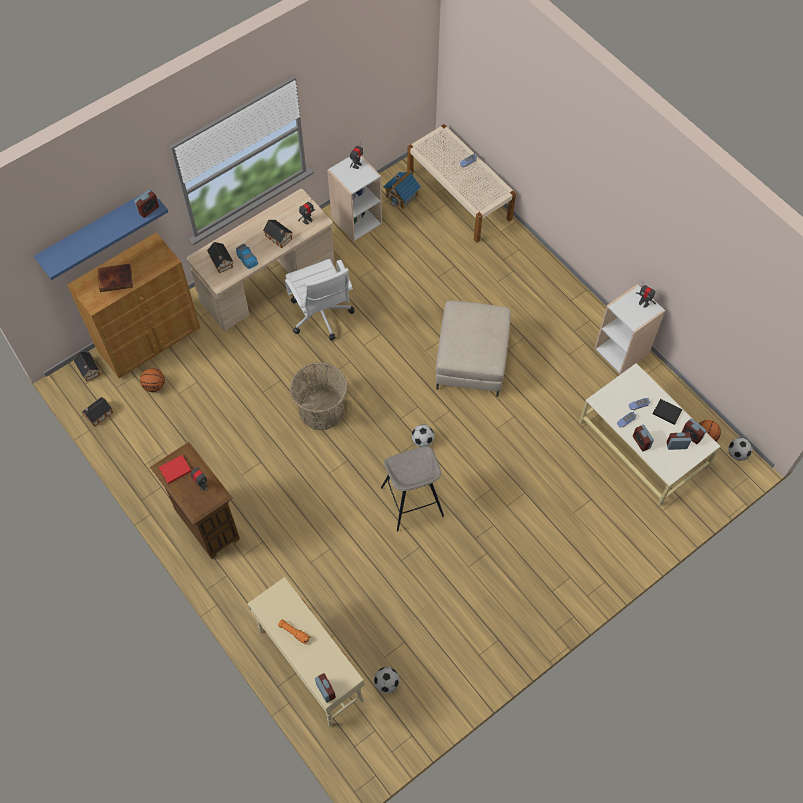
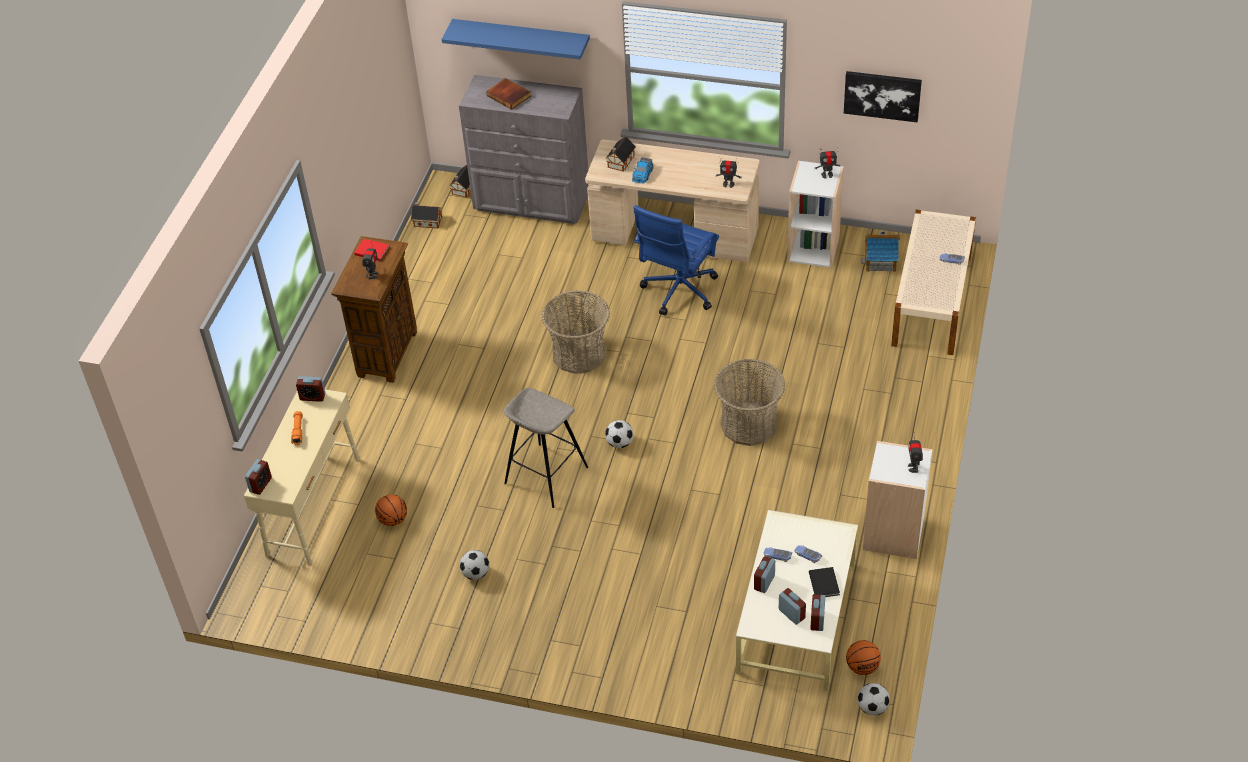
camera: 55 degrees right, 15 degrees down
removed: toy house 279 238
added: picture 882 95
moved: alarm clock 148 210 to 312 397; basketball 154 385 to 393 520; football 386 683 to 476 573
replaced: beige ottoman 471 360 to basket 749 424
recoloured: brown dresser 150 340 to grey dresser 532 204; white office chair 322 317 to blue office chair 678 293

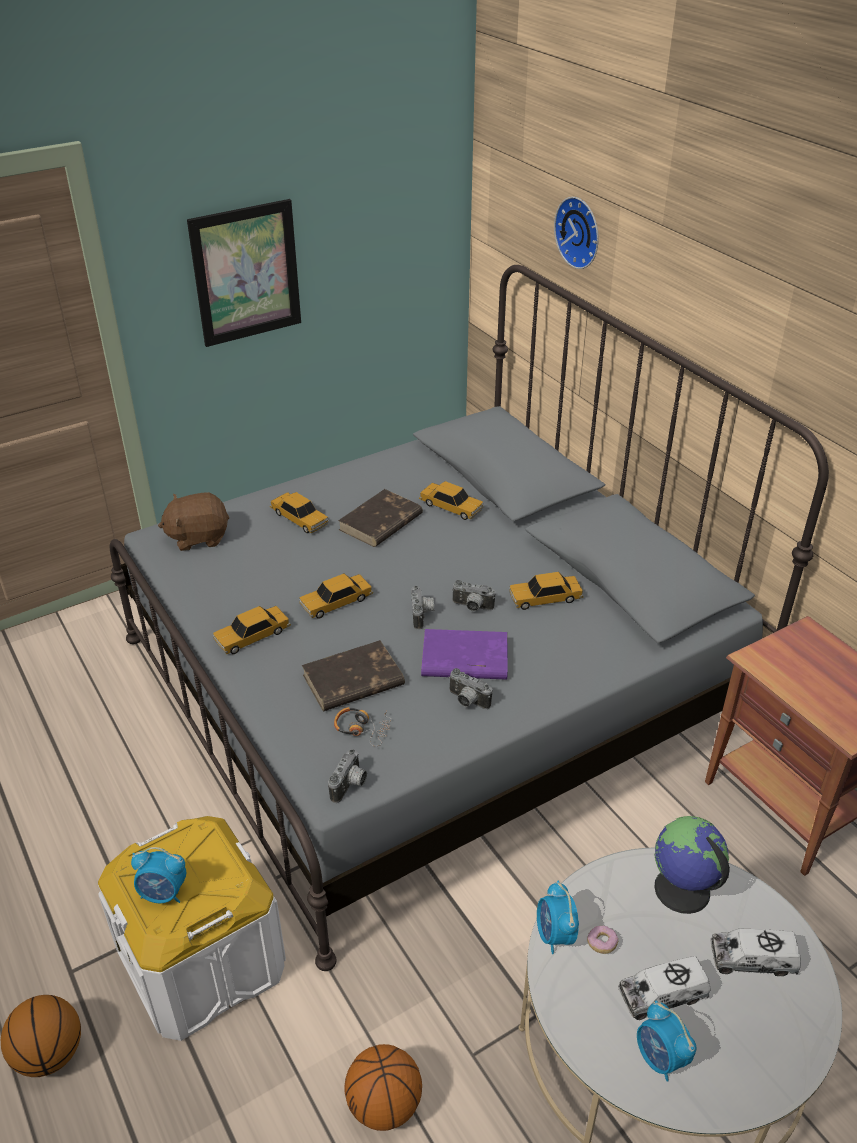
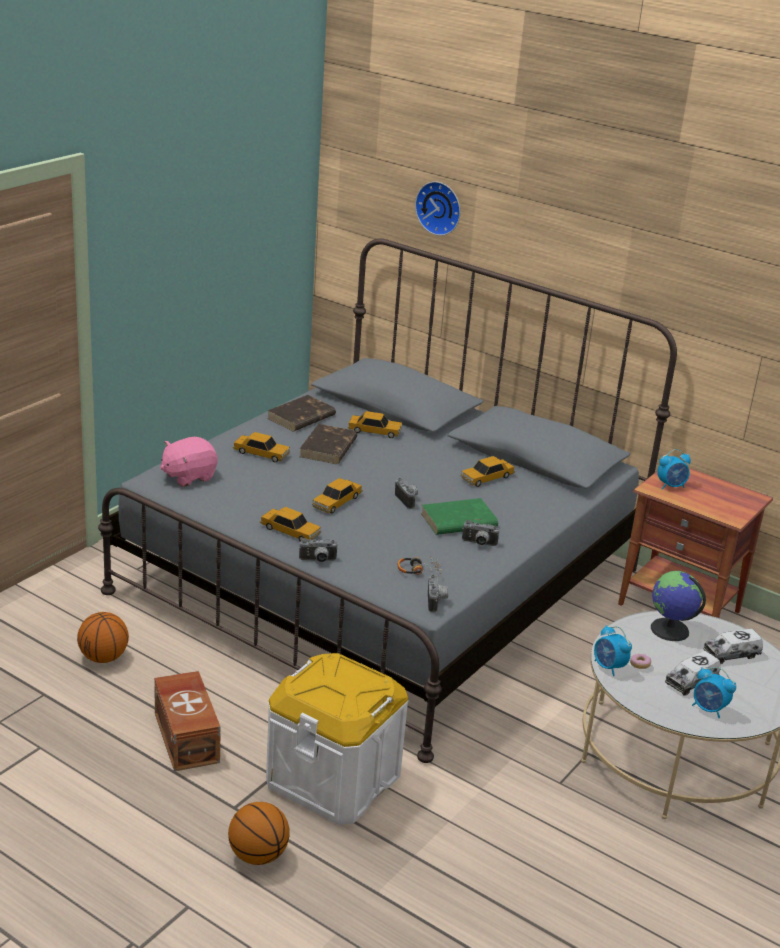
camera: 25 degrees left, 10 degrees down
removed: picture 246 273
added: brown storage box 187 736
moved: basketball 384 1105 to 103 658; brown book 352 681 to 301 417; photo camera 472 607 to 318 561; alarm clock 163 893 to 671 486
recoloured: brown plush toy 198 537 to pink plush toy 188 476; purple book 463 659 to green book 458 521
turned: toy car 252 636 = 290 531 90 degrees counterclockwise

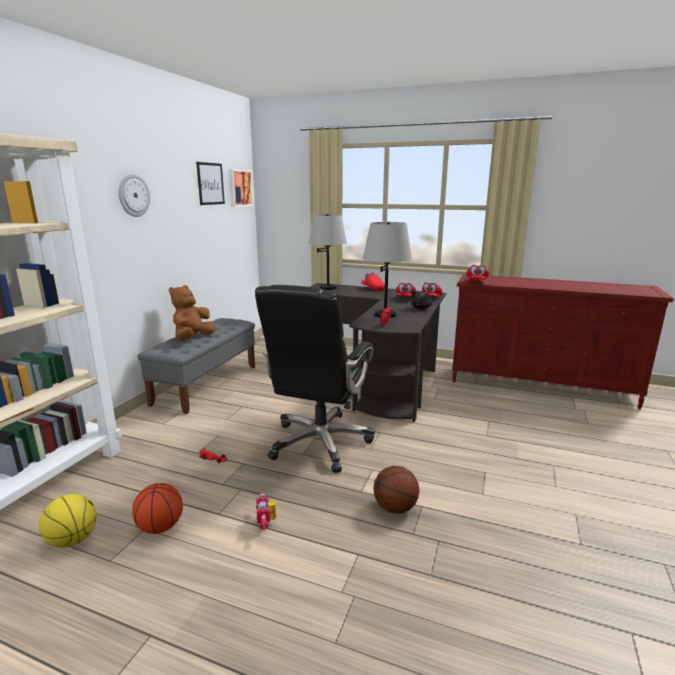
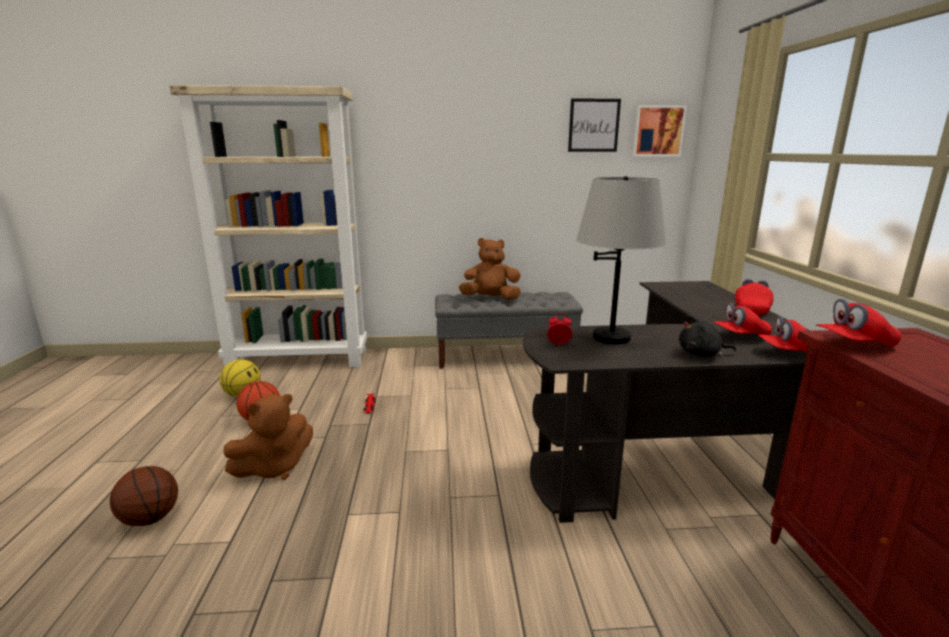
camera: 65 degrees right, 0 degrees up
removed: wall clock 133 195; black office chair 320 442; grey table lamp 328 288
moved: basketball 395 507 to 151 519
replaced: toy robot 267 523 to brown plush toy 274 468

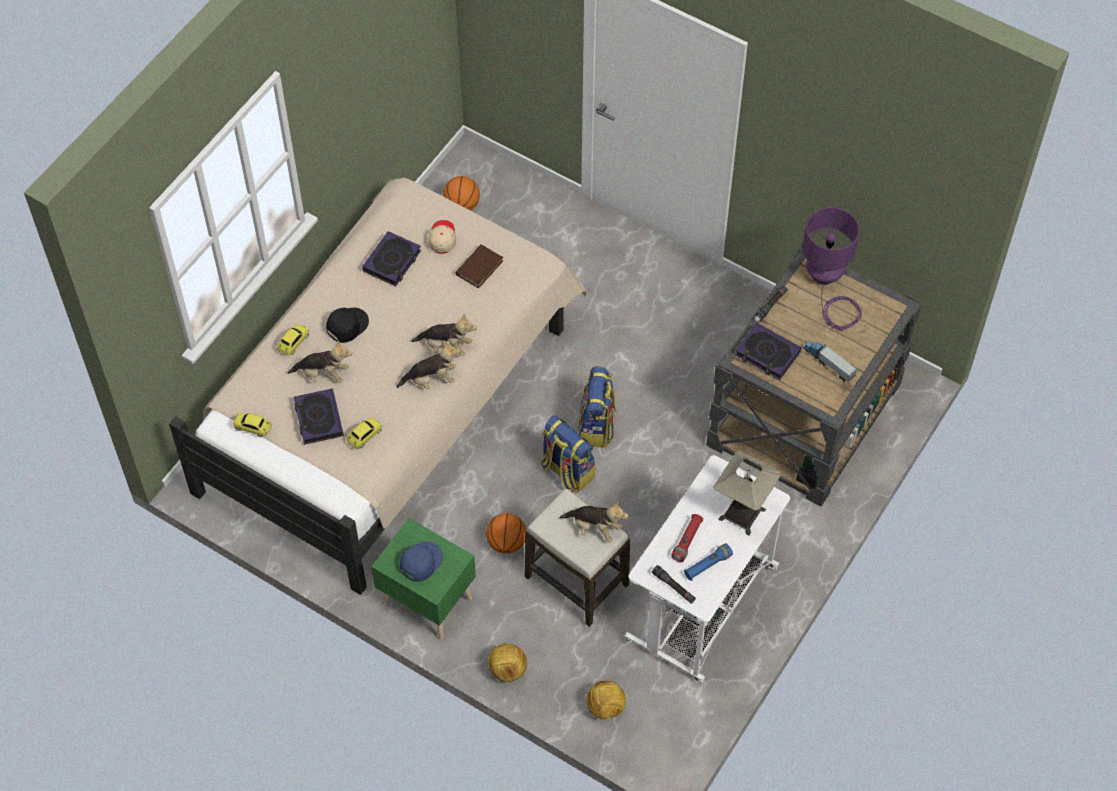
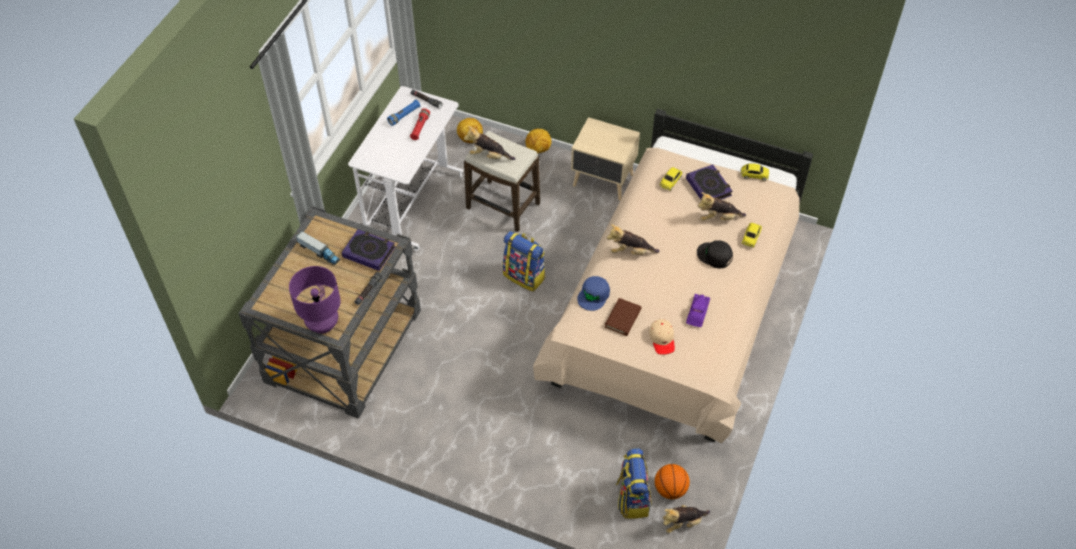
camera: 170 degrees right, 5 degrees down
removed: basketball 506 542; table lamp 742 514
moved: blue cap 421 562 to 593 295; backpack 597 426 to 632 498; plush toy 431 379 to 683 522
replaced: book 392 261 to purple toy car 697 312
recoloured: green nightstand 427 599 to beige nightstand 603 181
turned: black cap 347 325 = 714 256 90 degrees clockwise

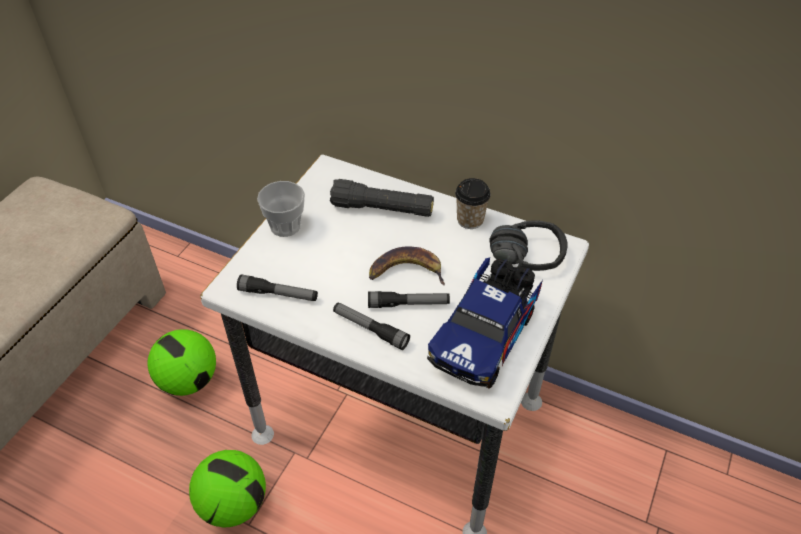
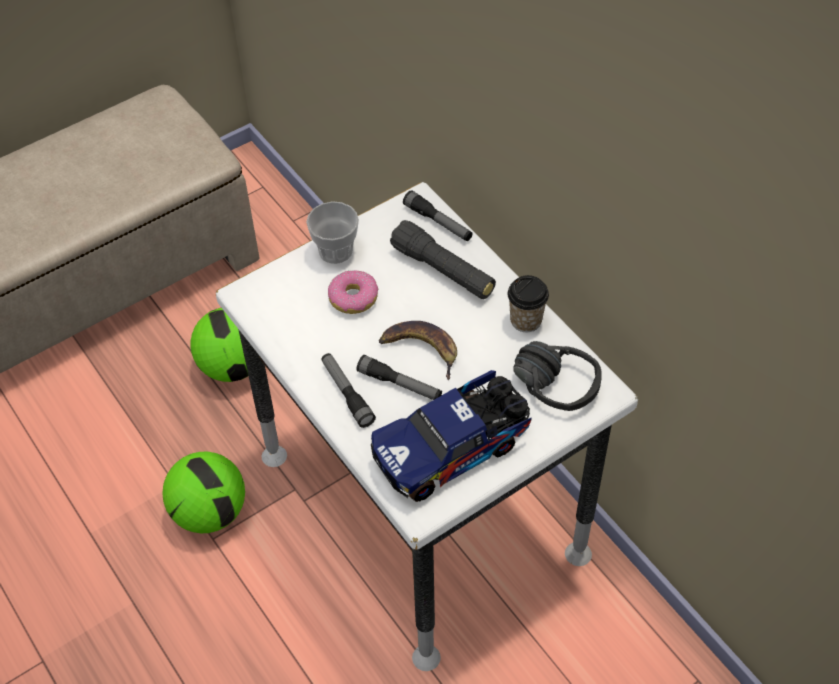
camera: 30 degrees right, 5 degrees up
added: donut 353 298
moved: flashlight 278 294 to 438 222

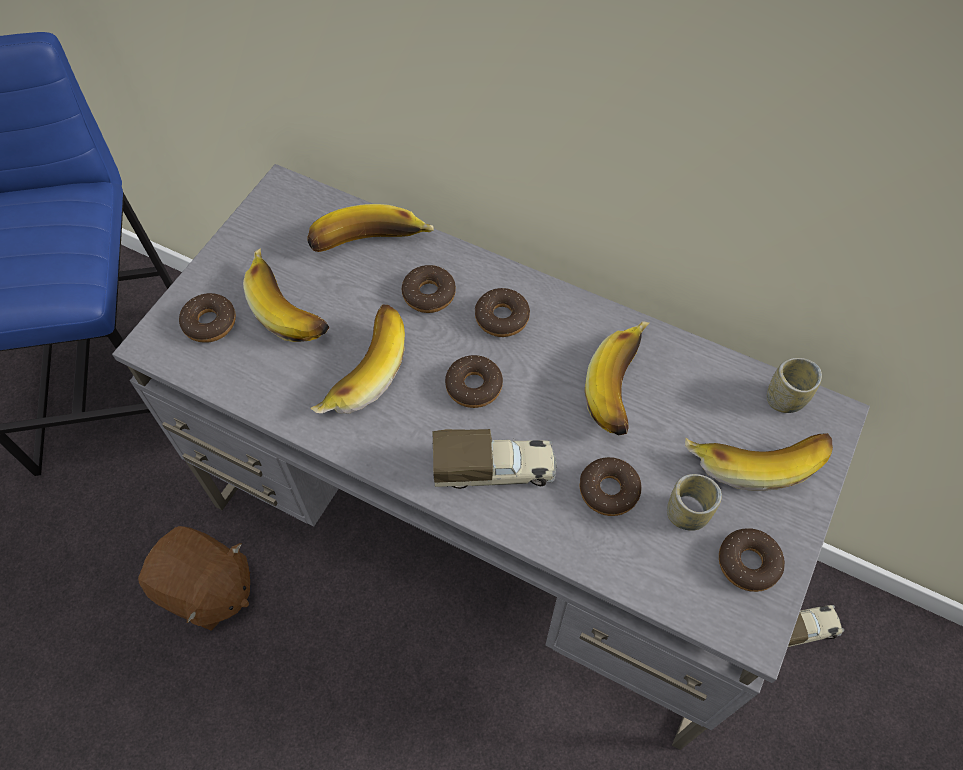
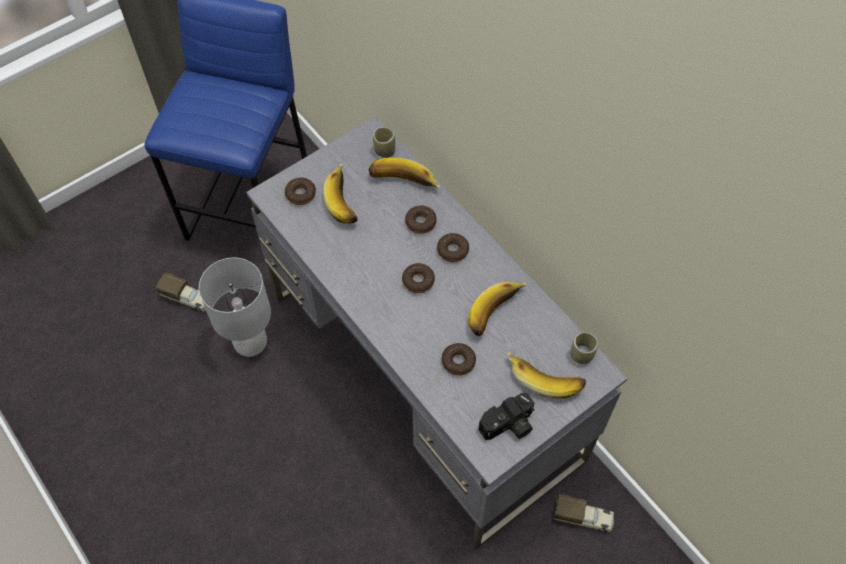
camera: 25 degrees right, 0 degrees up
removed: banana 359 369
moved: toy truck 495 469 to 188 298; cup 687 514 to 384 151
replaced: brown plush toy 206 589 to grey table lamp 251 343; donut 748 563 to photo camera 509 426

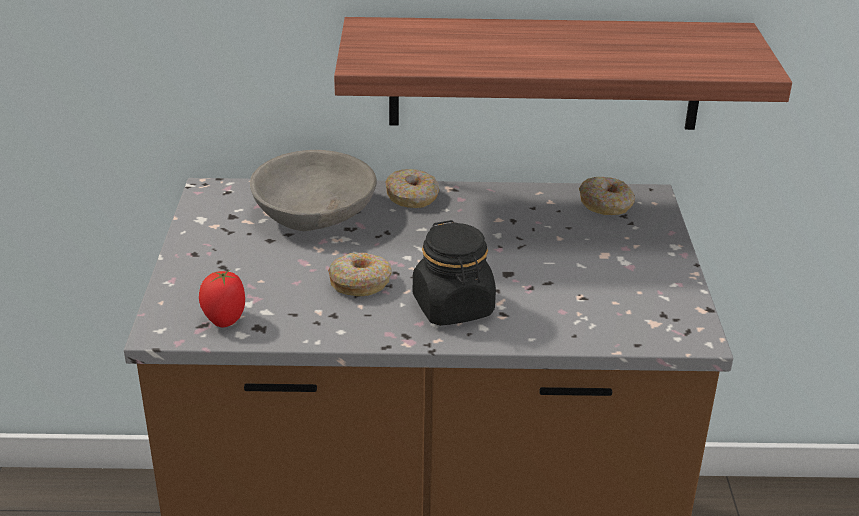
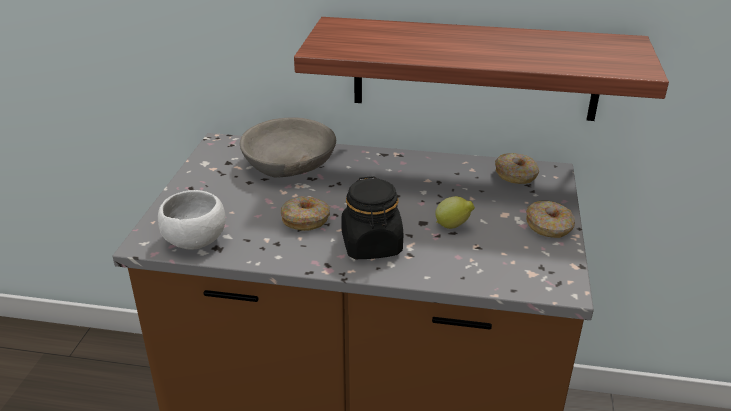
camera: 10 degrees right, 0 degrees up
added: lemon 453 226
moved: donut 412 197 to 549 226
replaced: tomato 224 320 to white bowl 194 239

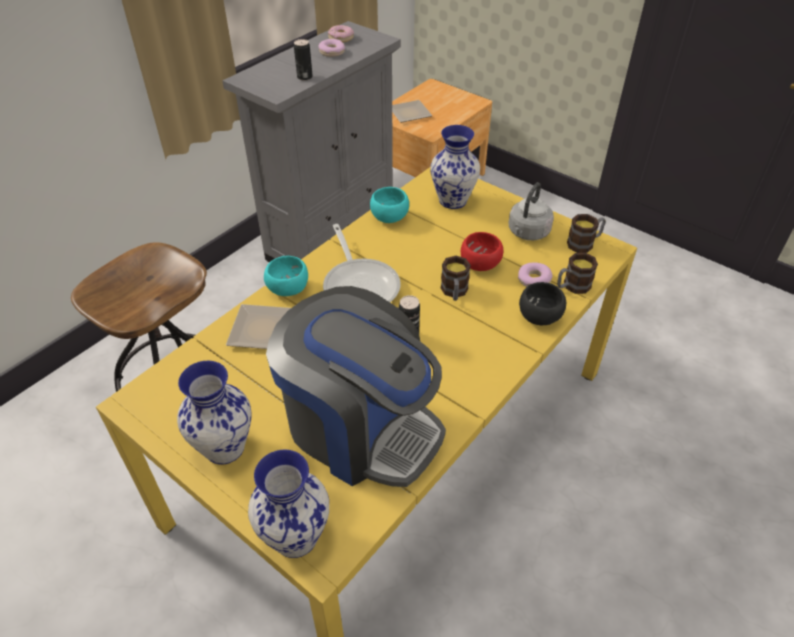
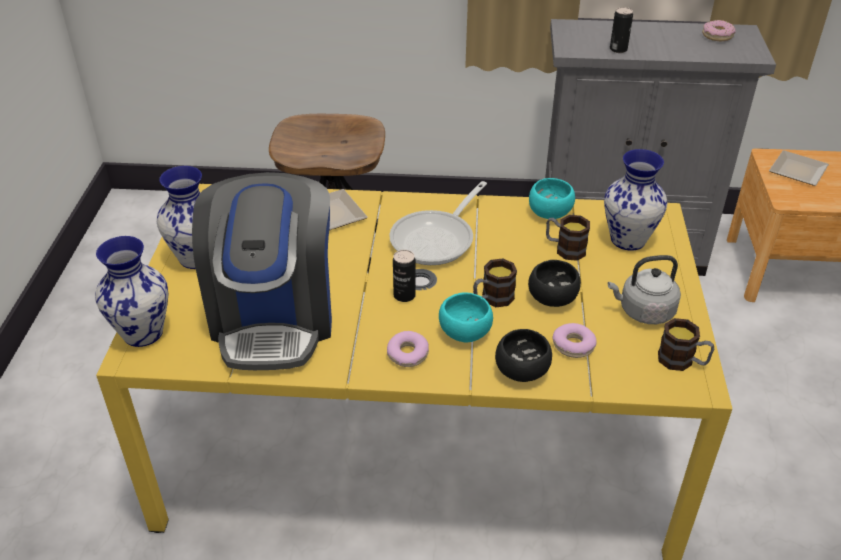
camera: 55 degrees right, 5 degrees down
moved: donut 332 52 to 407 354; turquoise bowl 289 289 to 465 334; mug 572 286 to 564 249
recoloured: red bowl 481 264 to black bowl 553 299

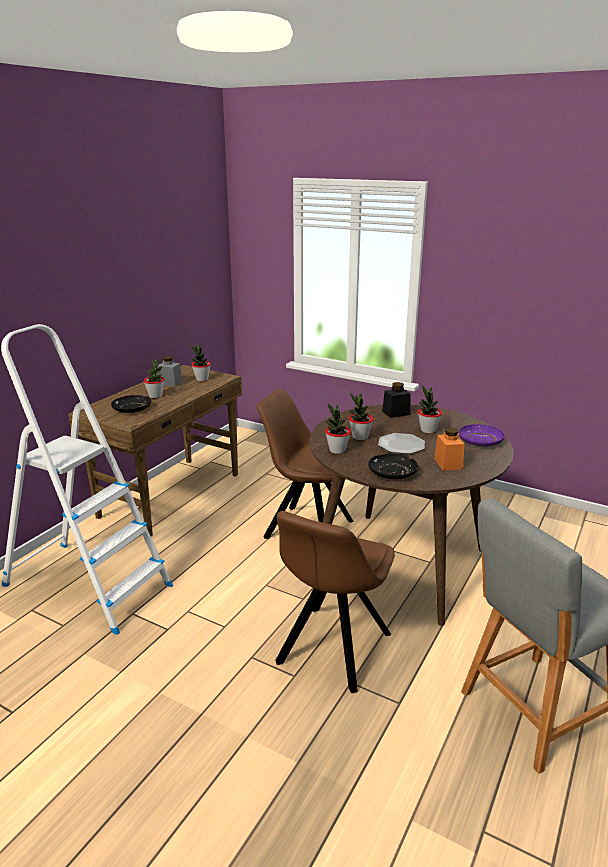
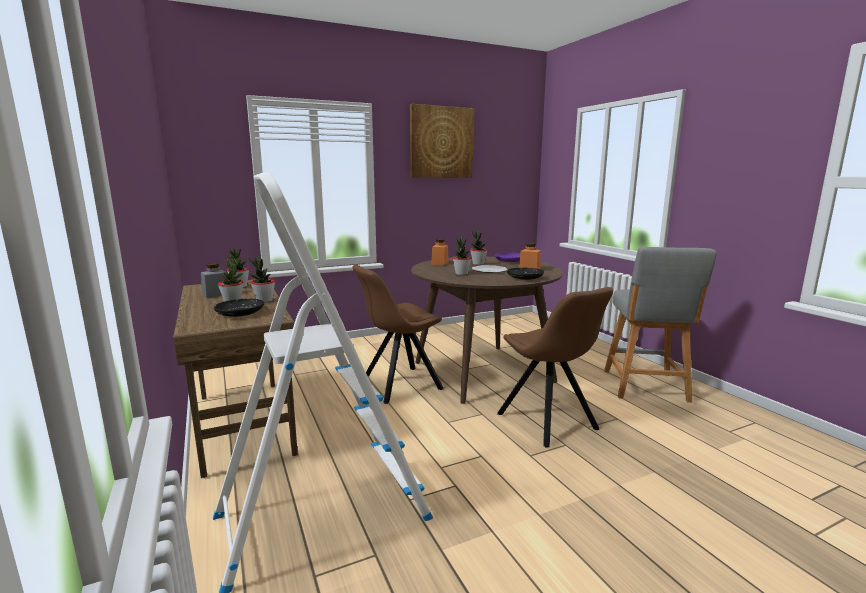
camera: 55 degrees left, 10 degrees down
added: picture 441 142
moved: potted plant 337 450 to 264 300
recoloured: black jar 396 413 to orange jar 440 263

